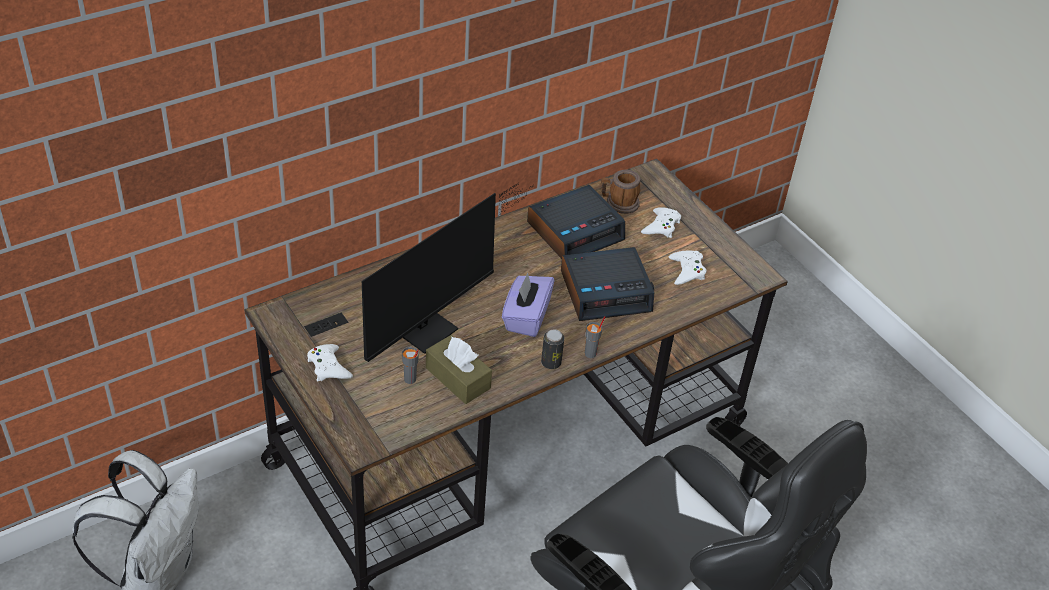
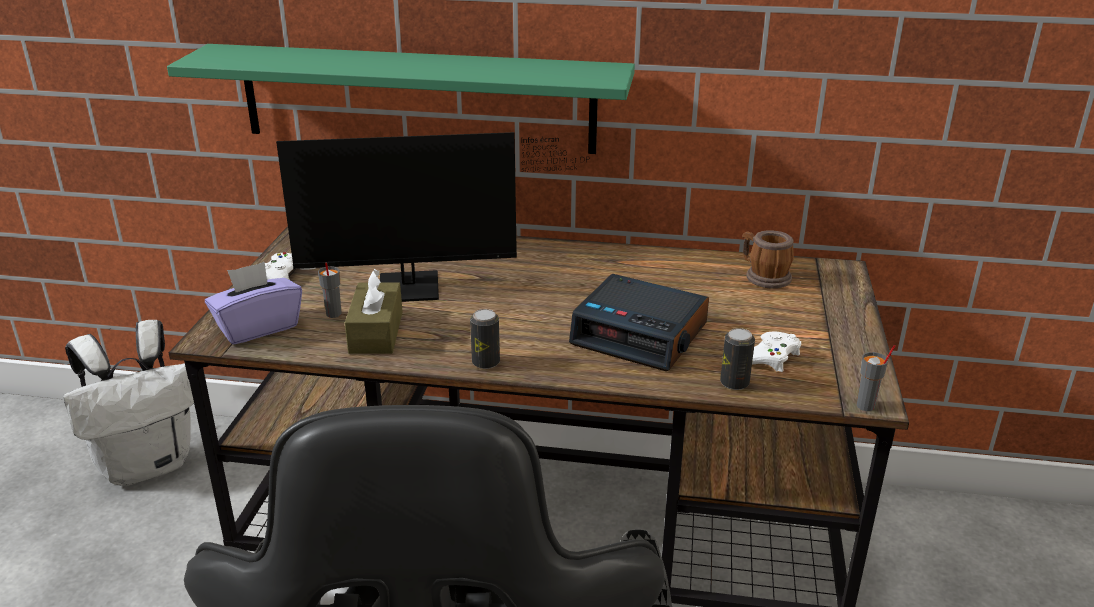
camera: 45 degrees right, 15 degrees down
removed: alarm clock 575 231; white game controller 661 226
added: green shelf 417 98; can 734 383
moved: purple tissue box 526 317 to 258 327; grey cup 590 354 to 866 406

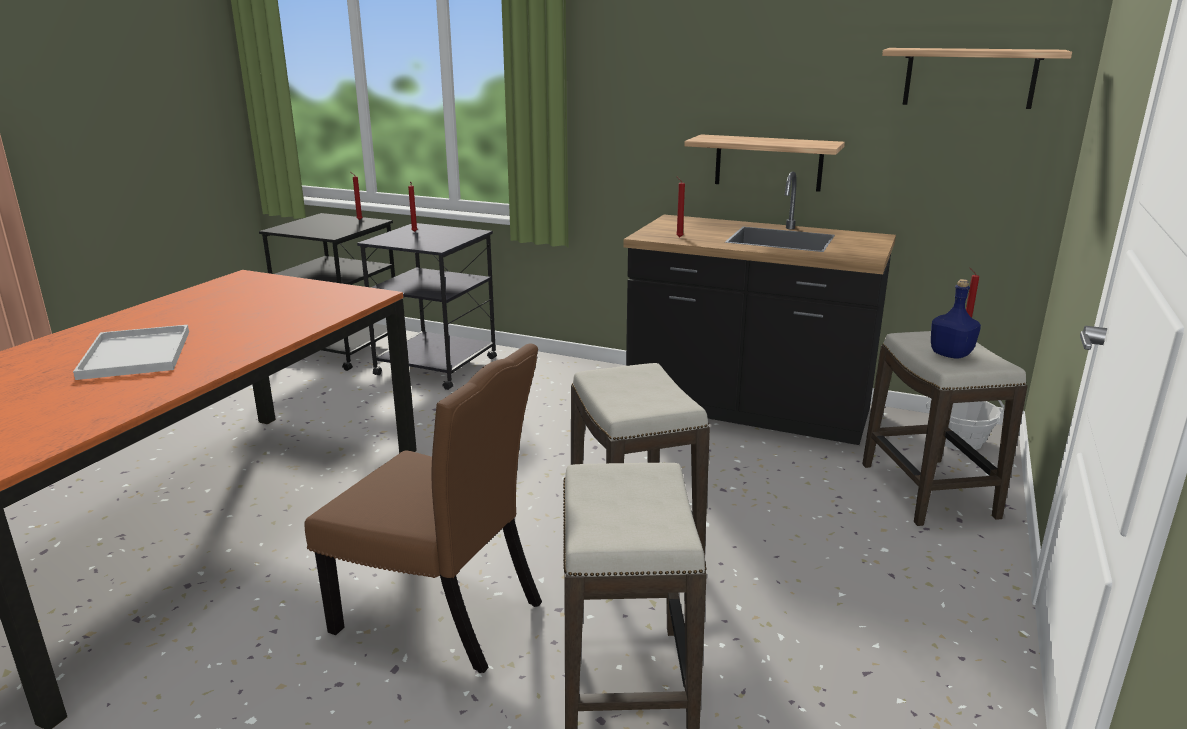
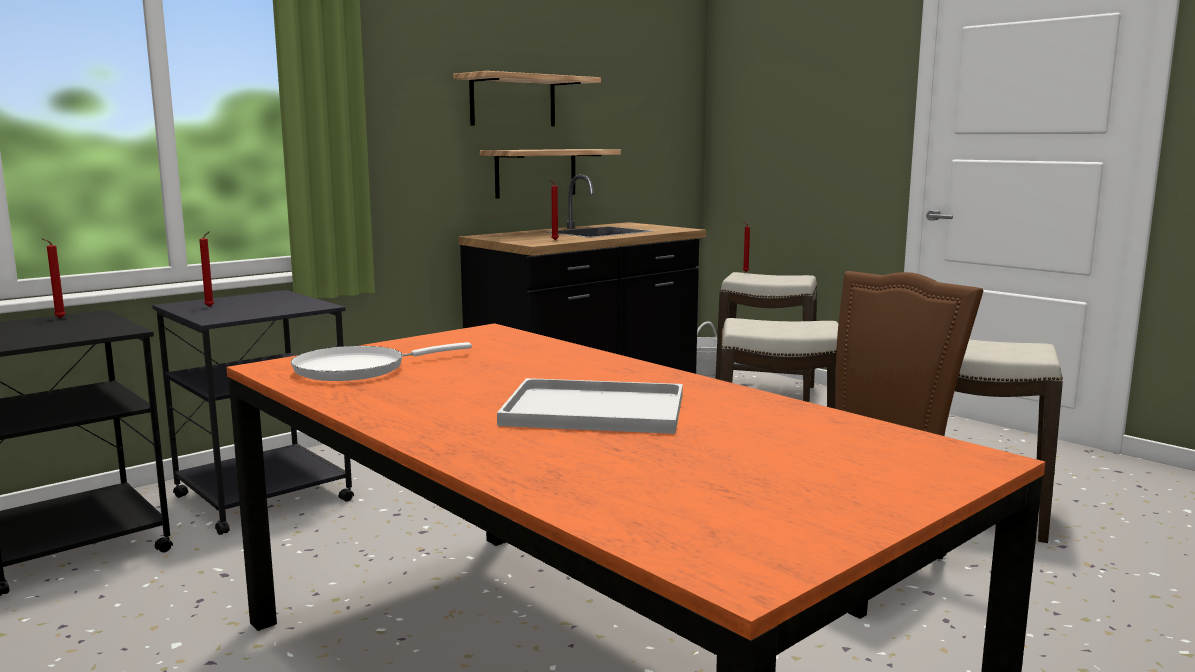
camera: 65 degrees left, 10 degrees down
removed: blue bottle 950 354
added: white frying pan 357 369
moved: shelf 969 78 to 513 101

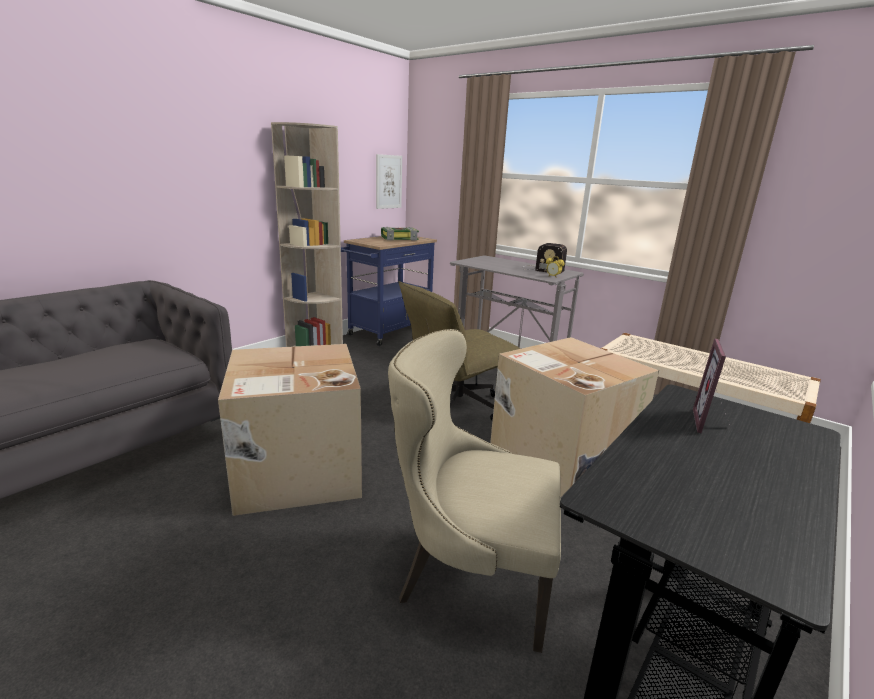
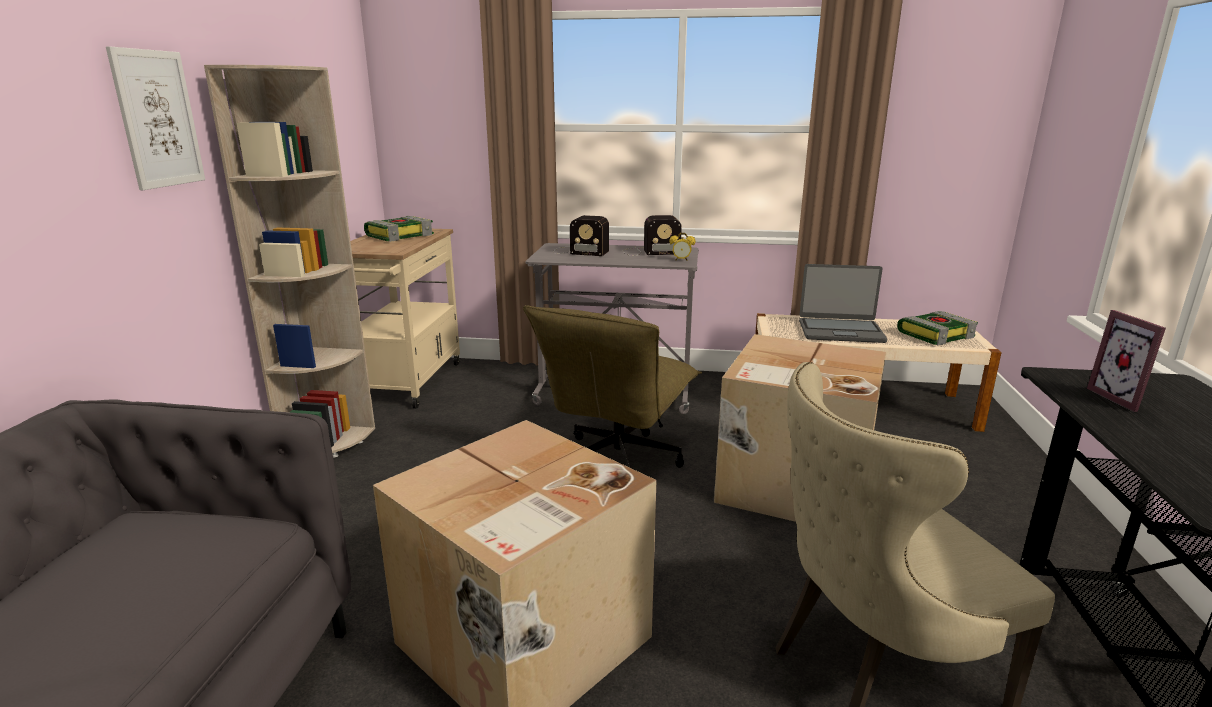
camera: 30 degrees left, 0 degrees up
added: radio 578 251; laptop 840 331; book 935 335
moved: picture 388 182 to 158 119
recoloured: blue cart 388 333 to beige cart 406 384

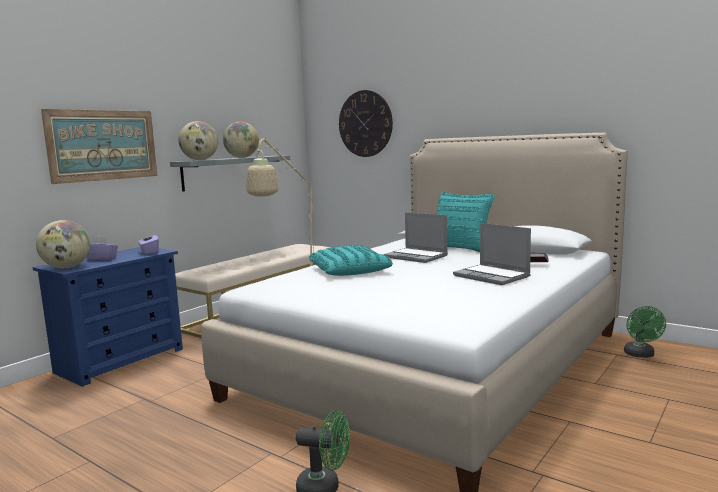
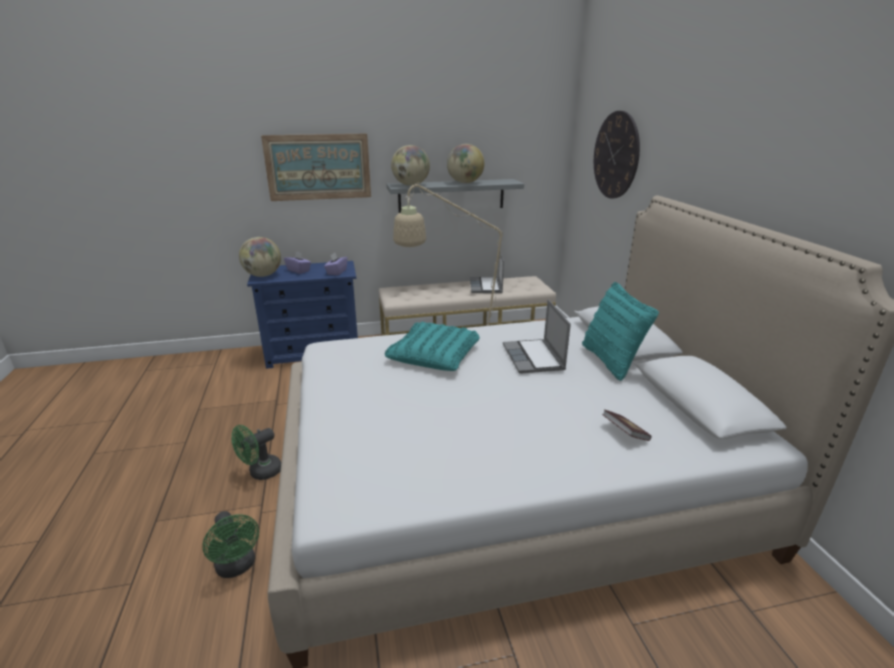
camera: 40 degrees right, 15 degrees up
moved: green fan 641 355 to 260 473; laptop 492 276 to 486 286

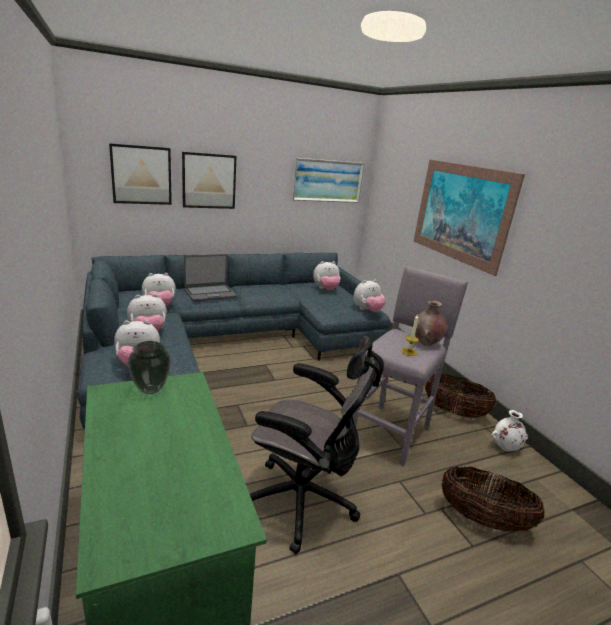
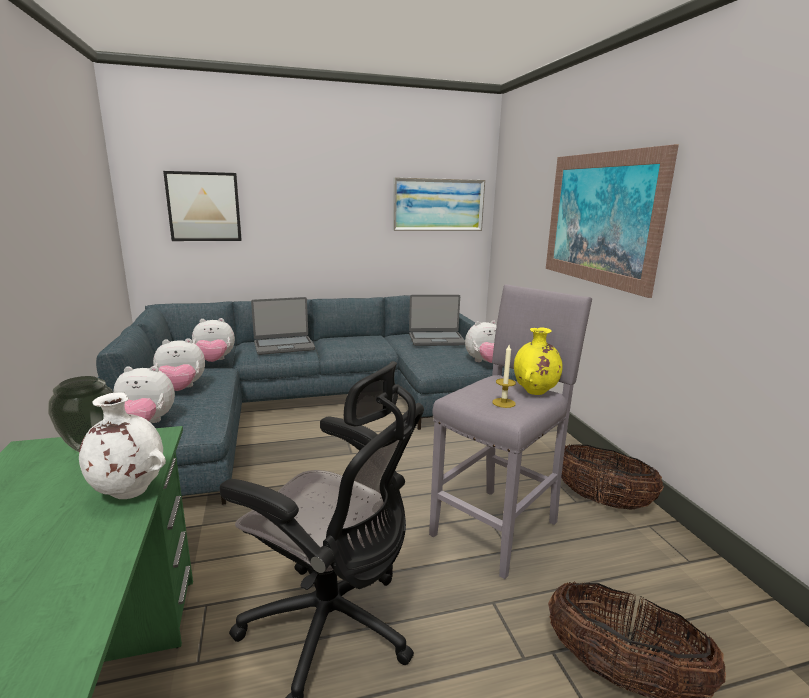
camera: 10 degrees right, 5 degrees down
removed: picture 209 181
moved: white vase 505 448 to 128 492
replaced: plush toy 325 289 to laptop 436 339
recoloured: brown vase 426 343 to yellow vase 535 392

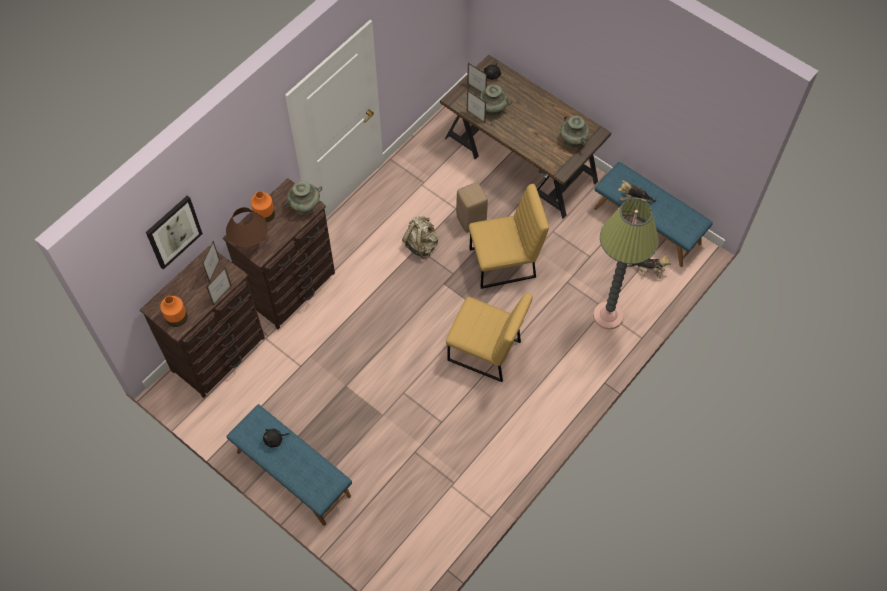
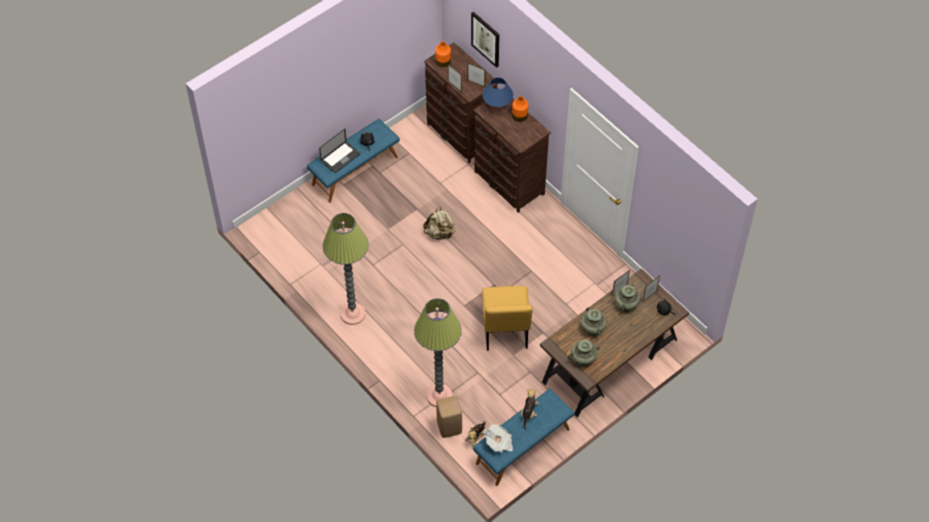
camera: 100 degrees right, 5 degrees down
removed: yellow chair 486 352
added: laptop 340 157; floor lamp 352 314; newspaper 499 443
moved: beige backpack 421 245 to 440 233; beige stool 470 221 to 449 427; turquoise vase 305 206 to 592 328
recoloured: brown table lamp 250 241 to blue table lamp 497 105

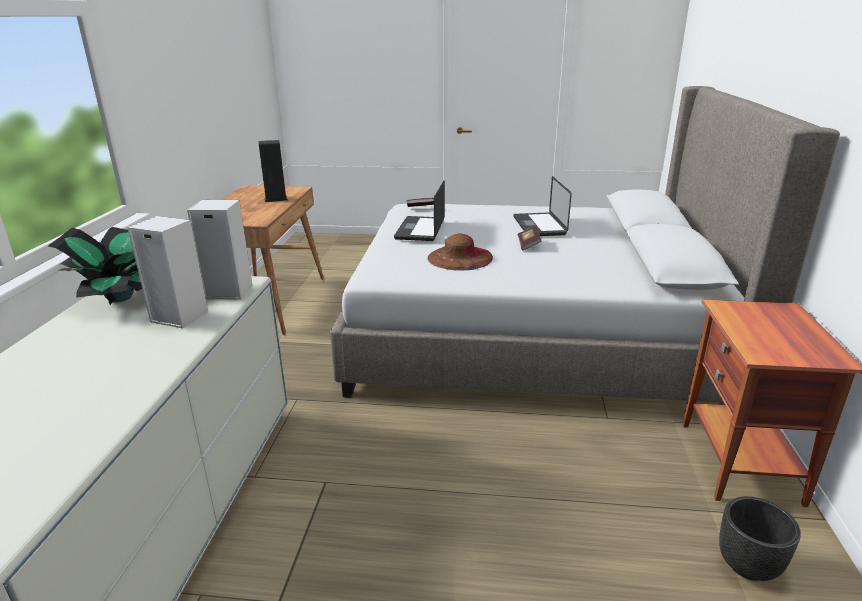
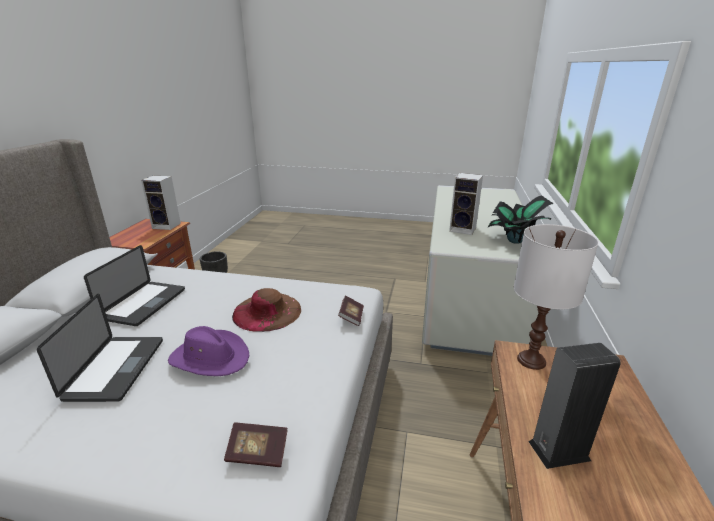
camera: 175 degrees left, 0 degrees up
added: purple hat 210 357; white table lamp 532 360
moved: laptop 420 230 to 144 304; speaker 226 292 to 167 226; book 528 245 to 351 317

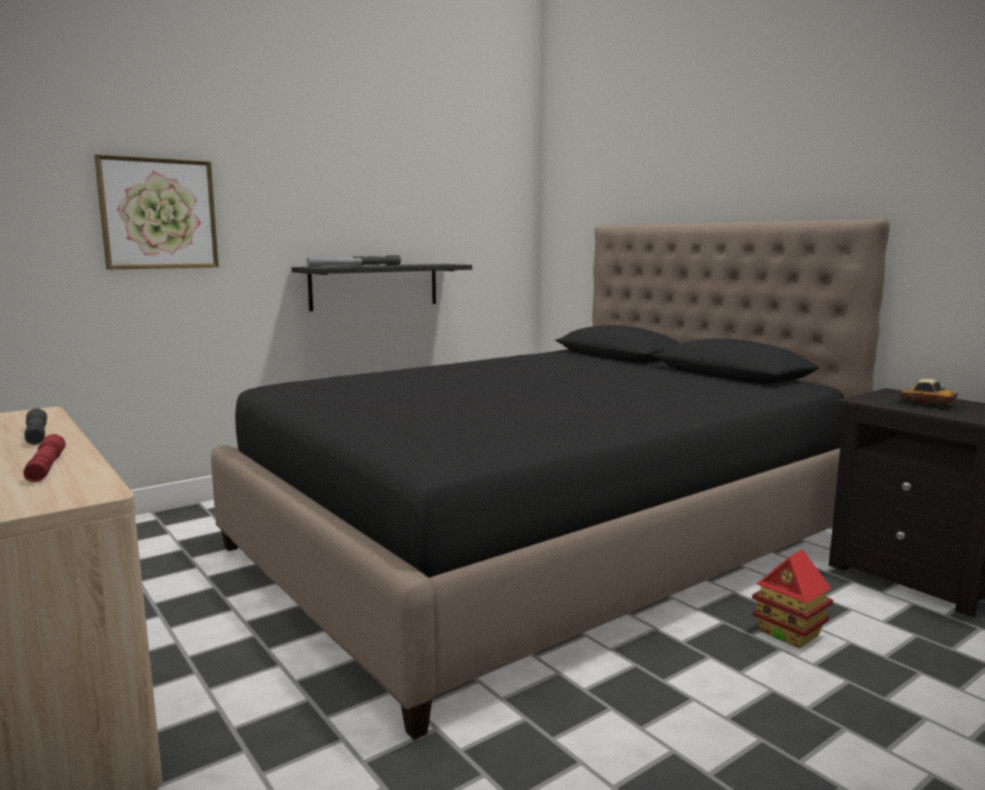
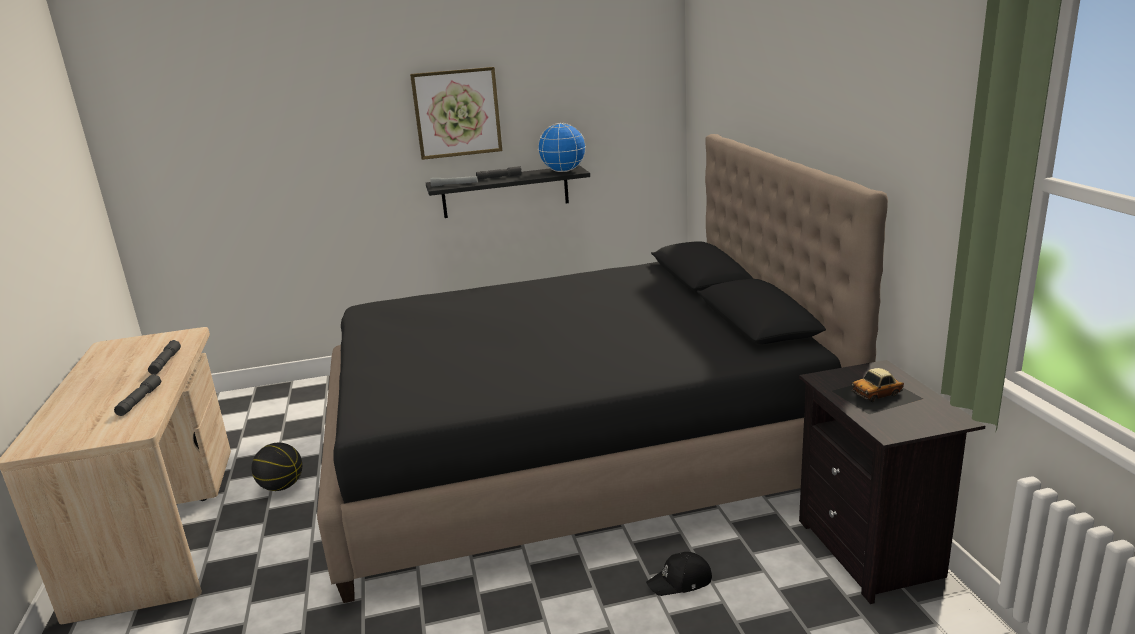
camera: 25 degrees right, 10 degrees up
added: basketball 282 486; globe 563 171
moved: picture 159 214 to 457 113
replaced: toy house 789 633 to black cap 681 582
recoloured: red flashlight 46 468 to grey flashlight 139 400
turned: toy car 928 404 = 877 394 90 degrees clockwise

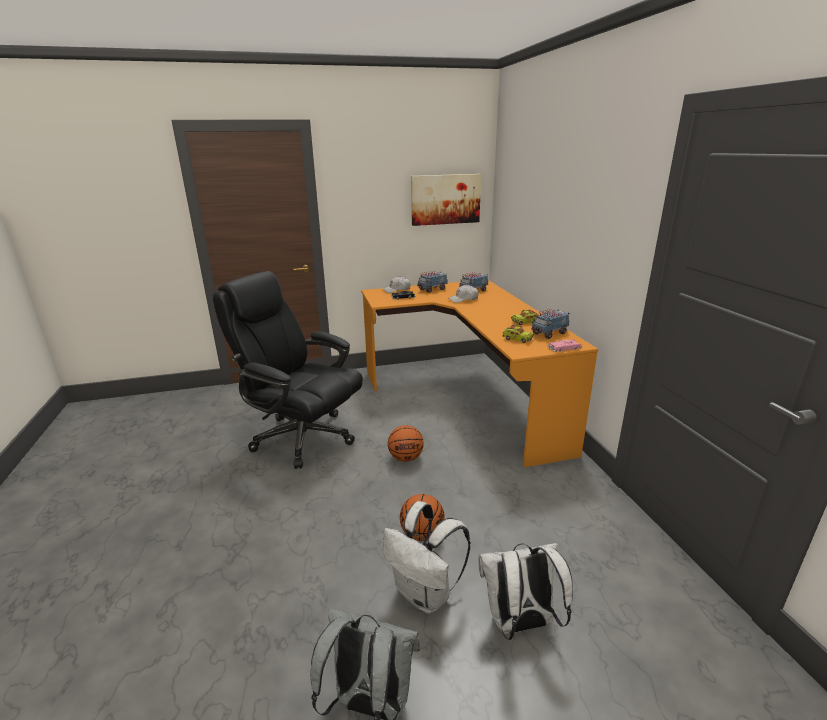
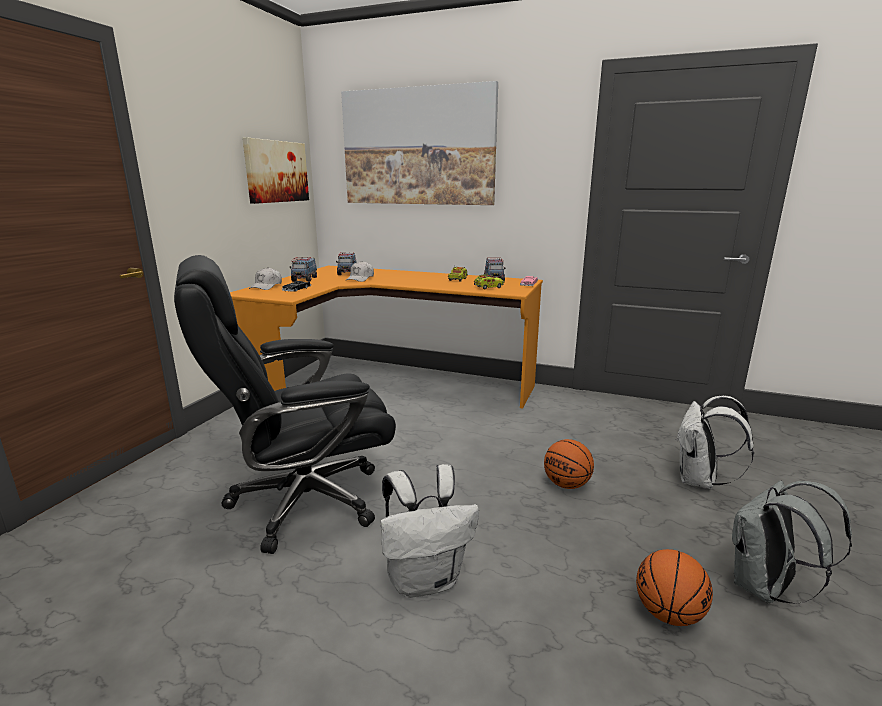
camera: 55 degrees left, 5 degrees down
added: picture 418 147
moved: white backpack 425 594 to 425 579; basketball 406 458 to 668 613

